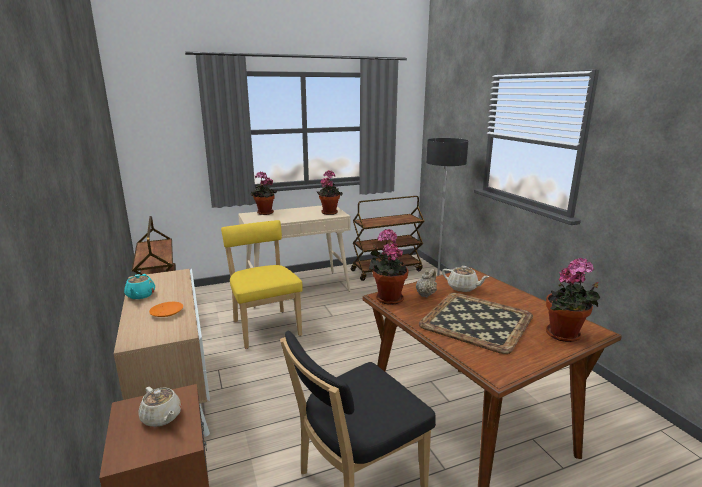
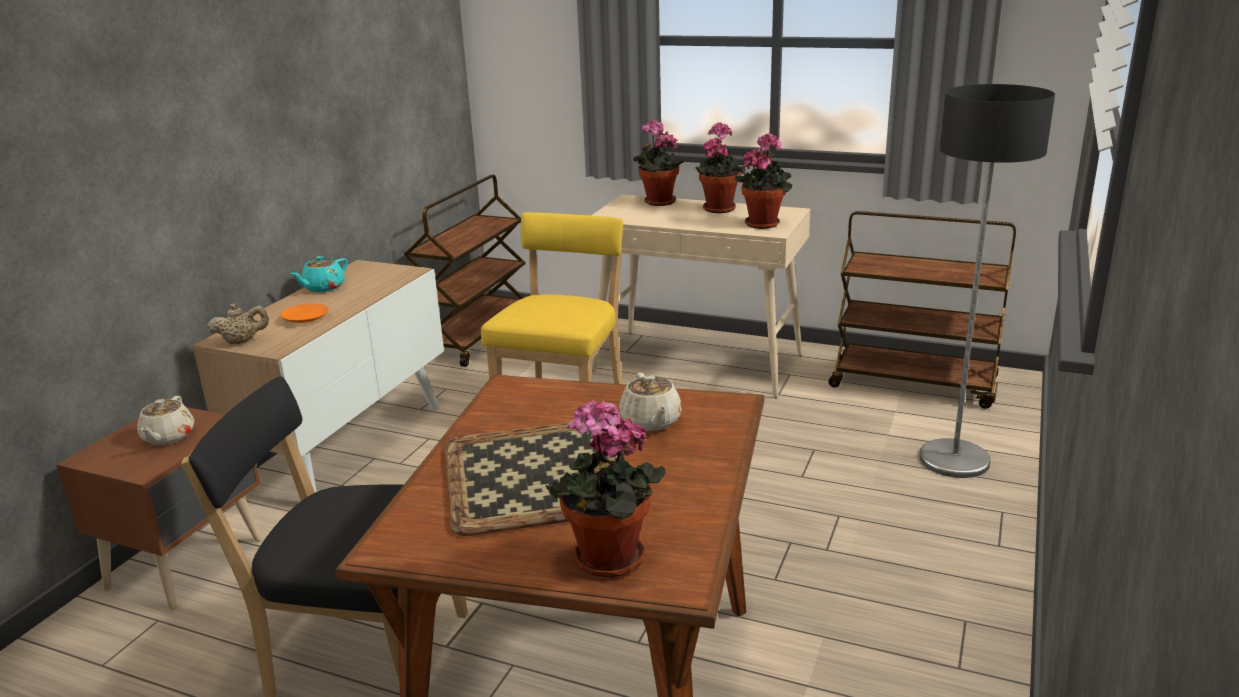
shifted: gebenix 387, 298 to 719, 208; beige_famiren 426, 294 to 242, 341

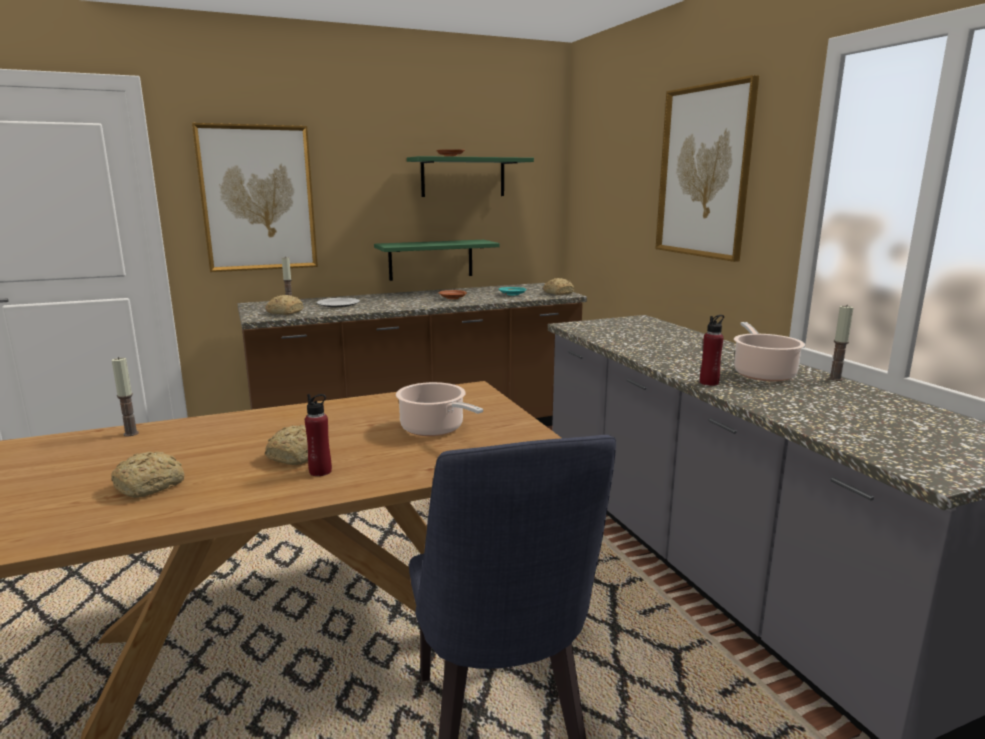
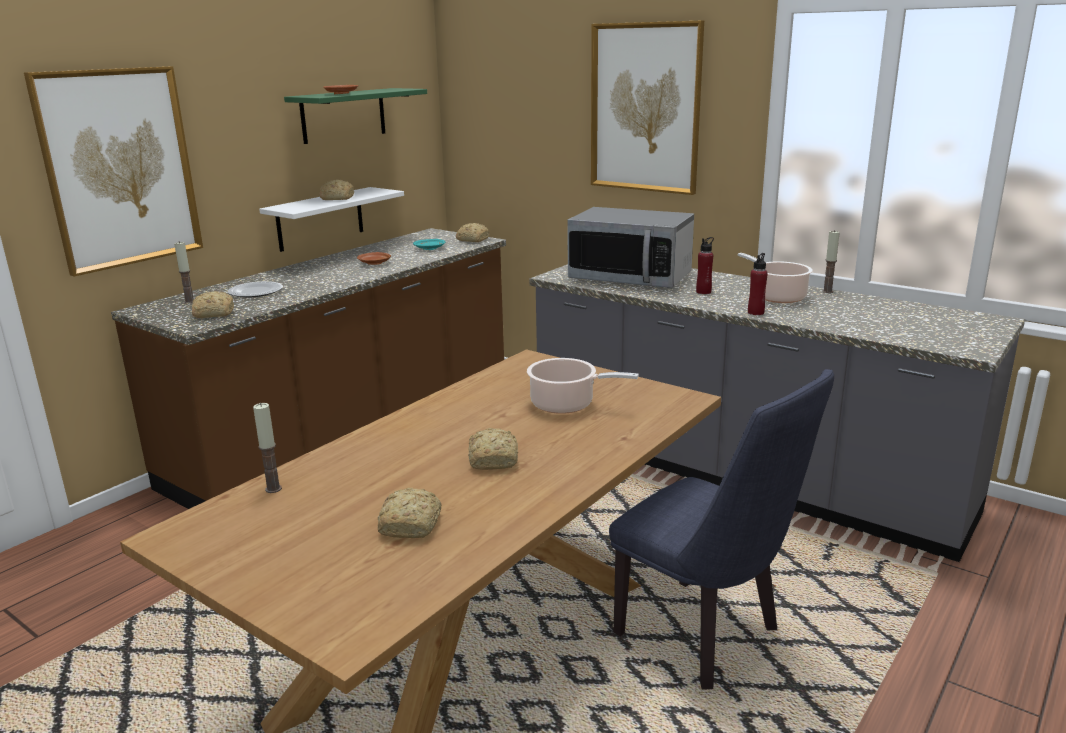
new: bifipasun 336, 198; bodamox 630, 278
shifted: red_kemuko 320, 471 to 703, 292
repainted: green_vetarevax 431, 259 to white_vetarevax 320, 219

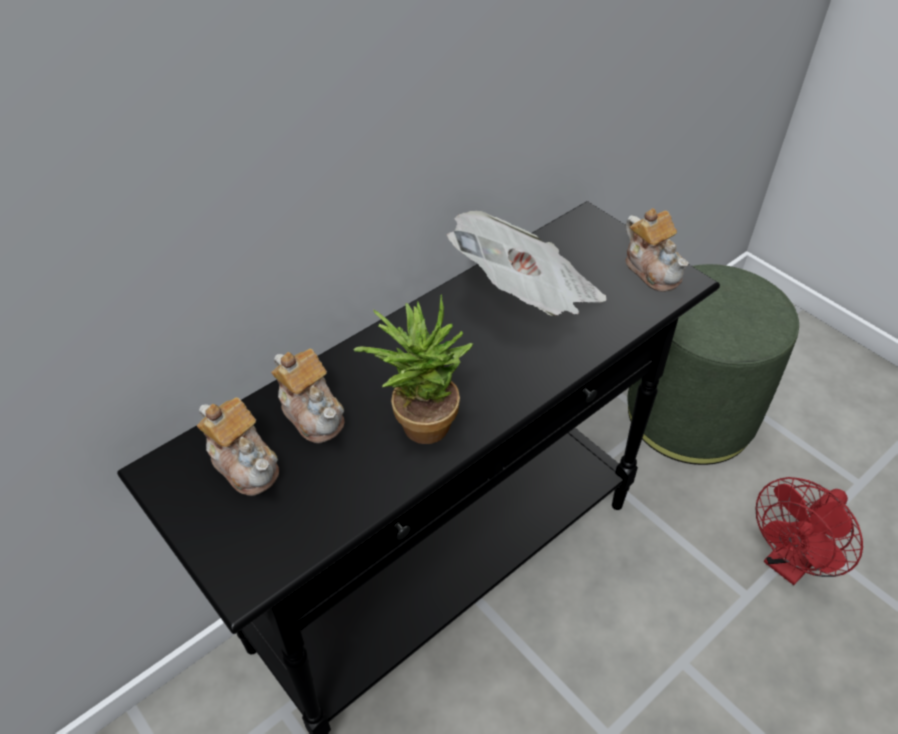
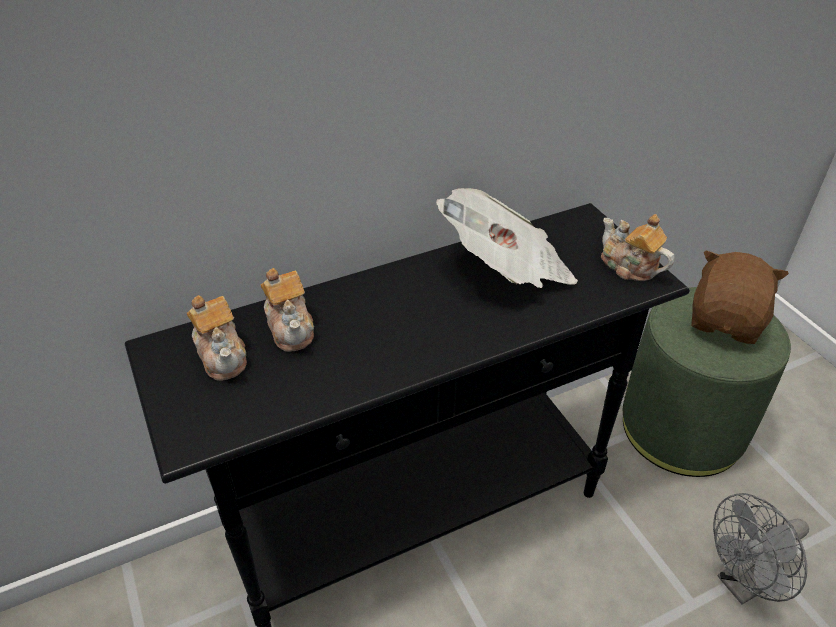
gone: gebenix 419, 420
new: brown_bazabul 726, 321
repainted: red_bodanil 789, 564 to grey_bodanil 743, 584
rotated: famiren 652, 269 = 629, 266 150 degrees clockwise

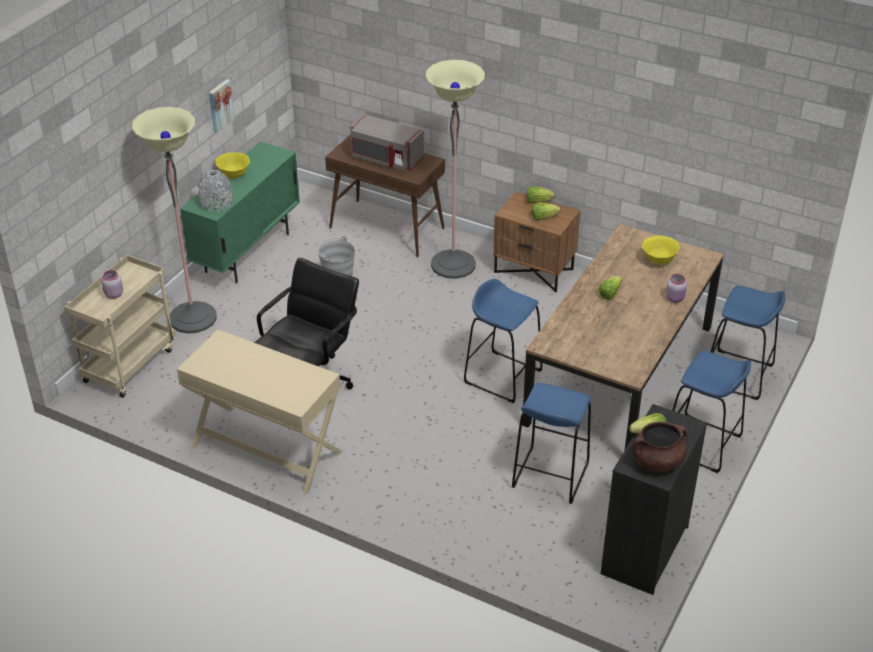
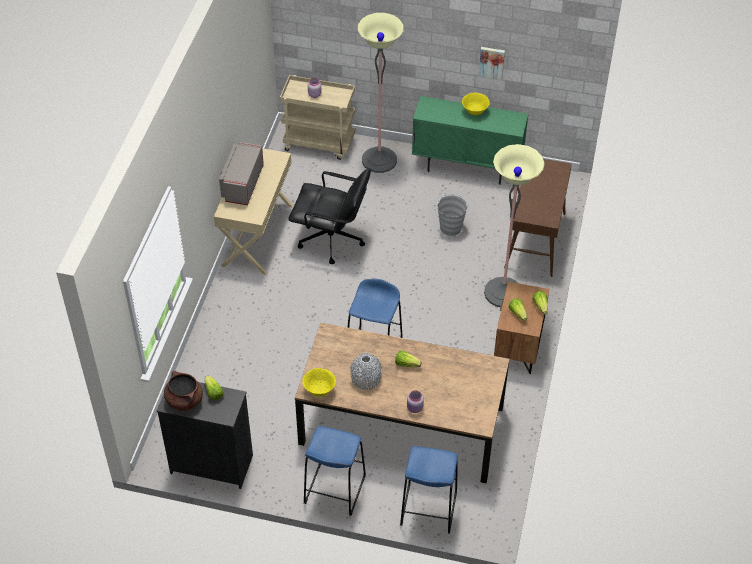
gone: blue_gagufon 550, 475
shifted: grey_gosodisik 216, 203 to 366, 378; grey_bodamox 386, 159 to 242, 184; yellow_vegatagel 659, 260 to 319, 390

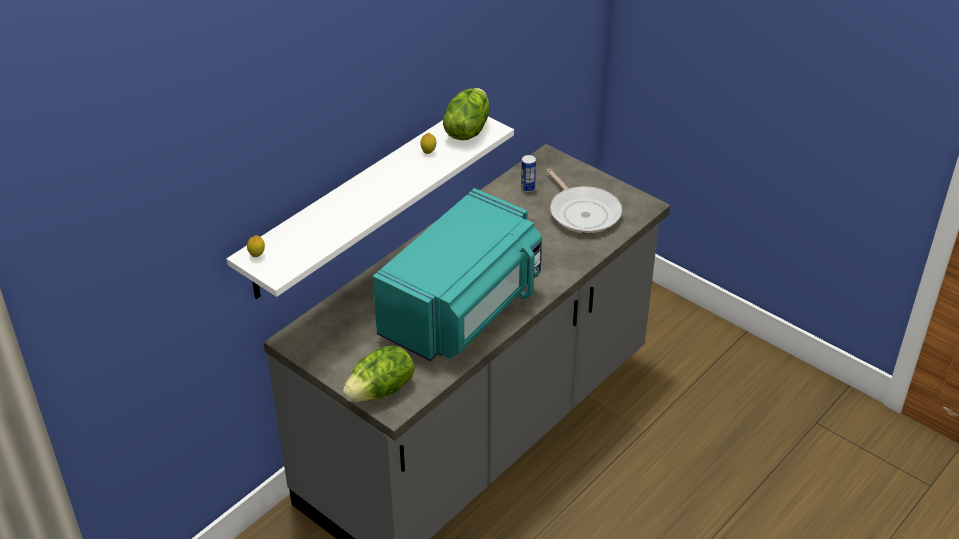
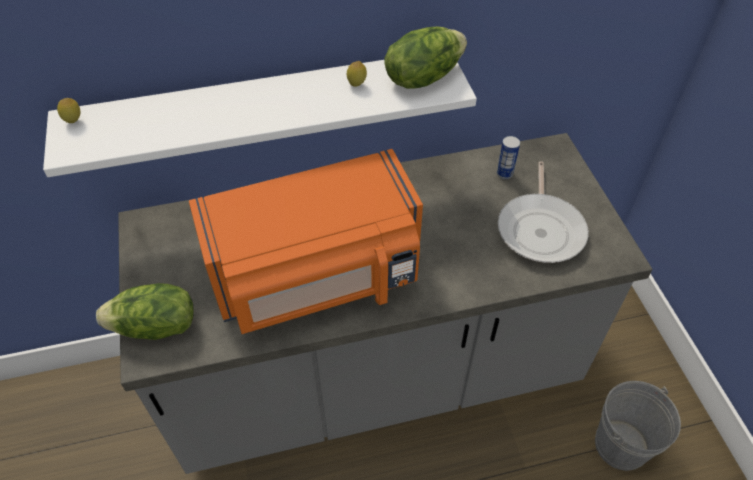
new: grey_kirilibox 621, 445
repainted: turquoise_bodamox 463, 310 to orange_bodamox 317, 278

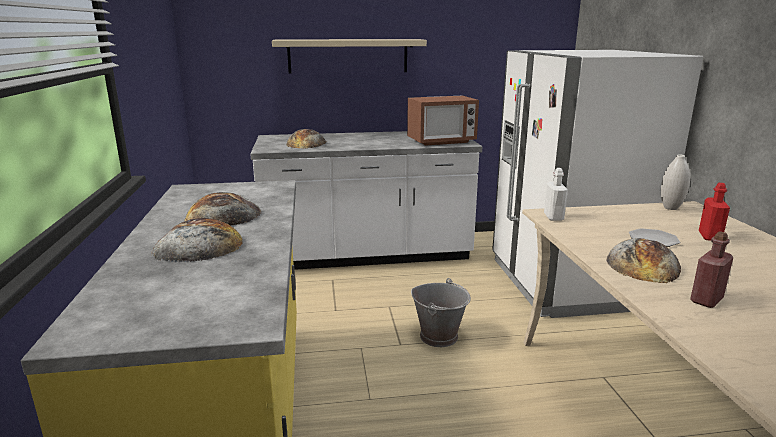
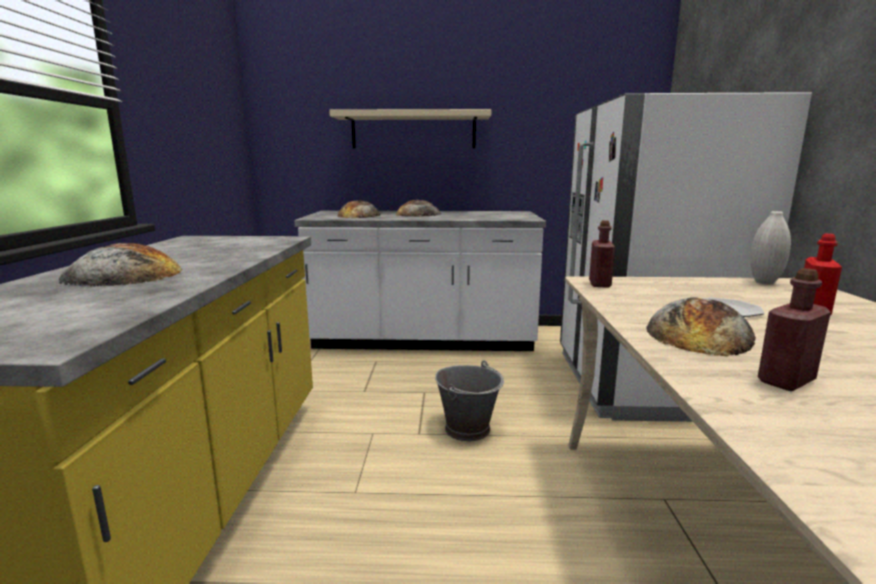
gone: bodamox 441, 141
shifted: bifipasun 223, 216 to 418, 214
repainted: white_kemuko 553, 217 to red_kemuko 599, 284

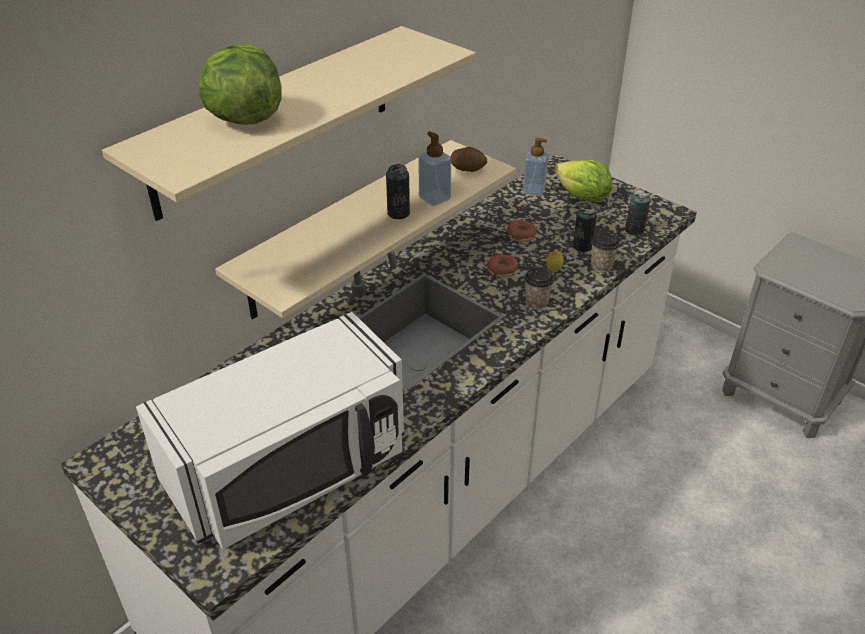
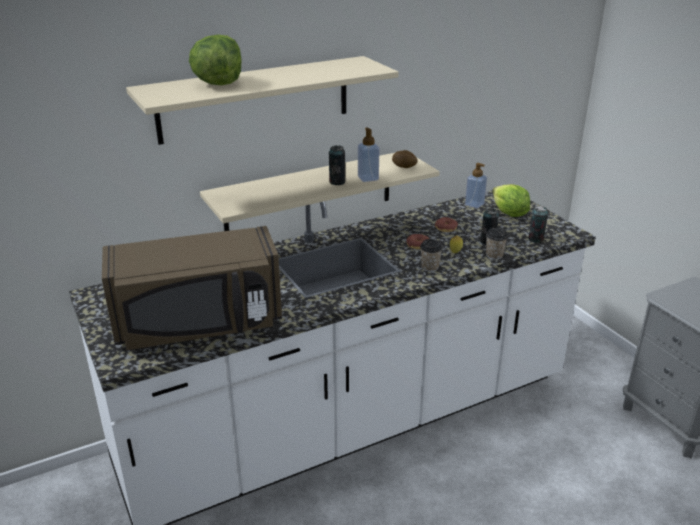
repainted: white_bodamox 291, 470 to brown_bodamox 199, 323

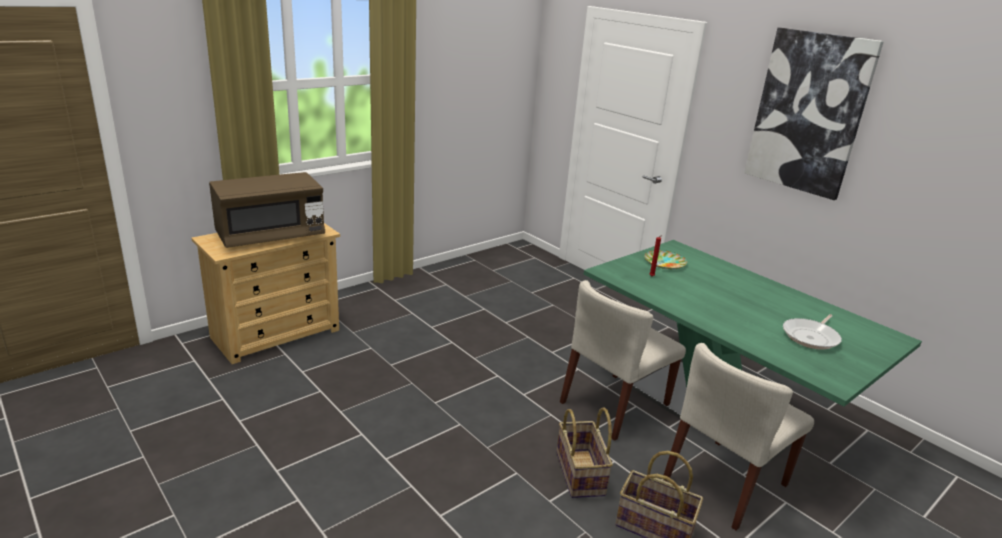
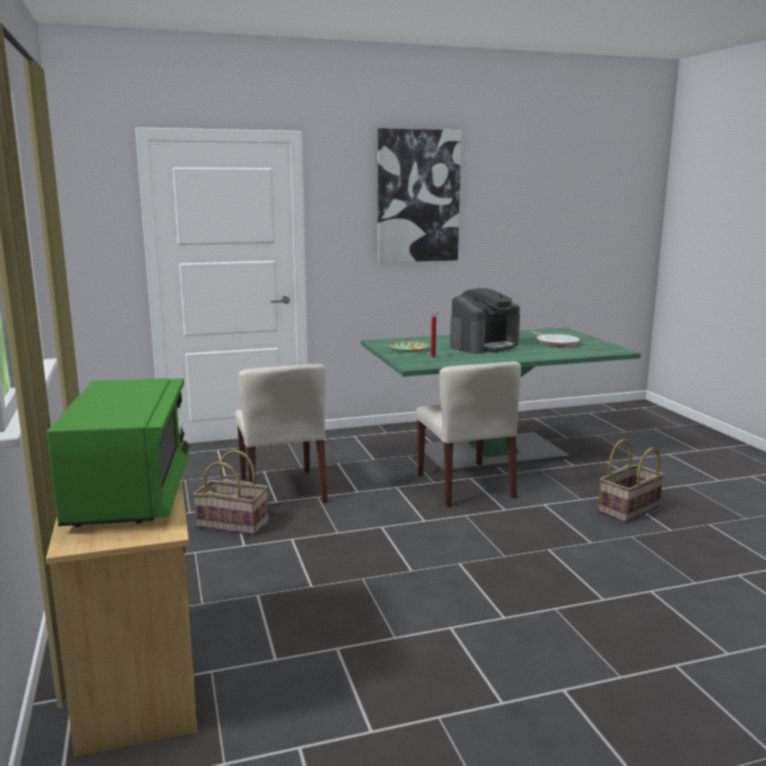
new: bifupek 484, 345
shifted: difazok 581, 474 to 233, 524; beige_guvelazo 725, 483 to 282, 490
repainted: brown_bodamox 271, 236 to green_bodamox 131, 494

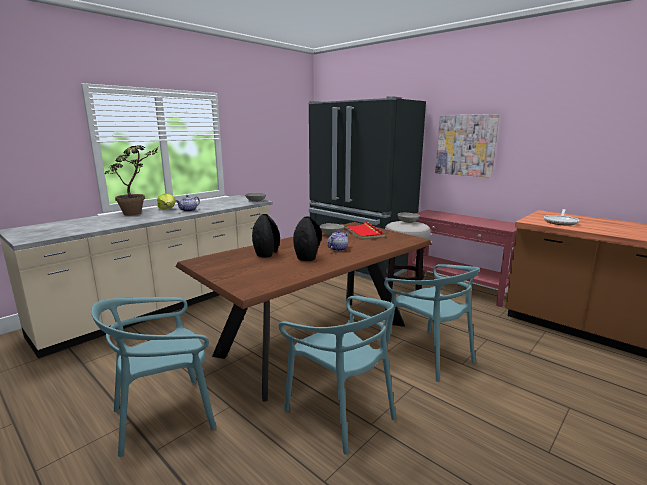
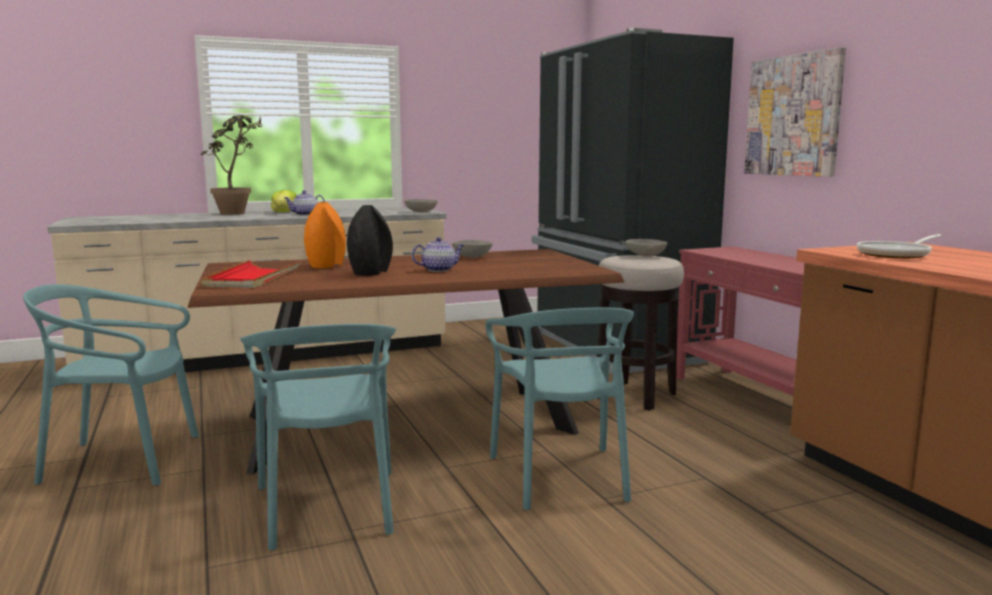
shifted: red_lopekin 362, 232 to 253, 278
repainted: black_gosodisik 266, 254 to orange_gosodisik 327, 266

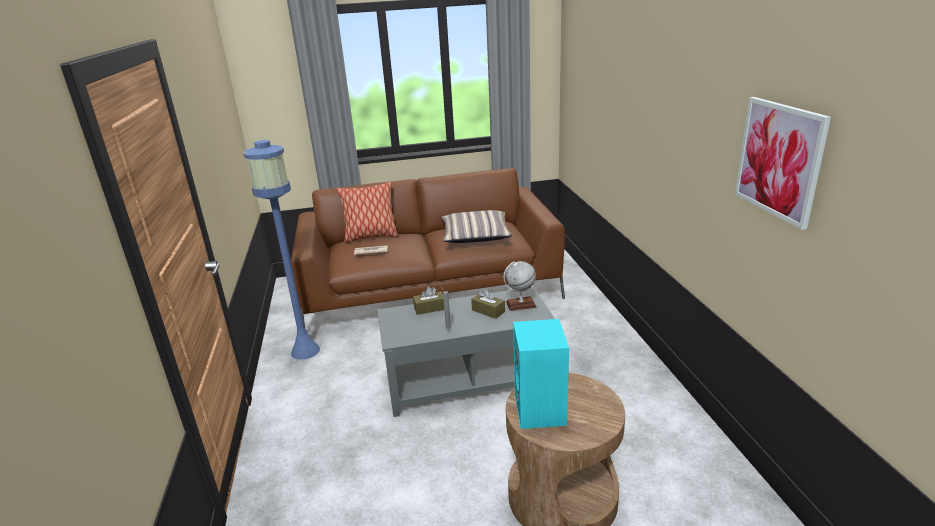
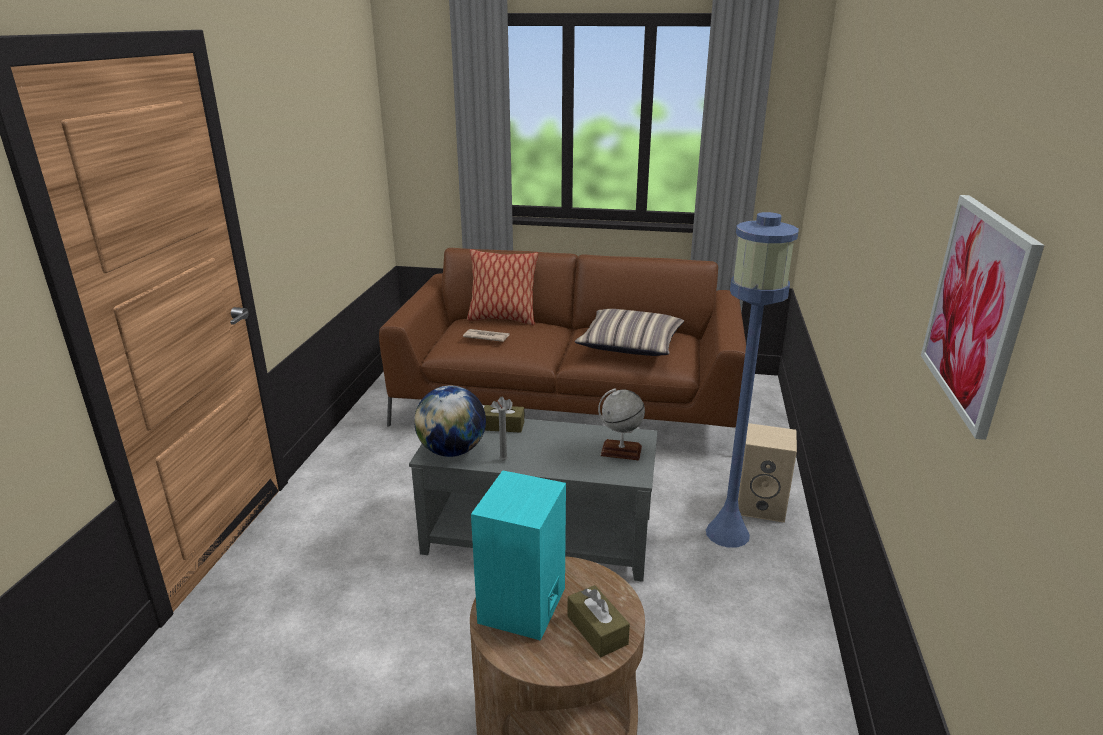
new: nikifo 452, 451; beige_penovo 762, 506
shifted: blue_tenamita 306, 351 to 728, 533; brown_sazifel 488, 311 to 597, 630

